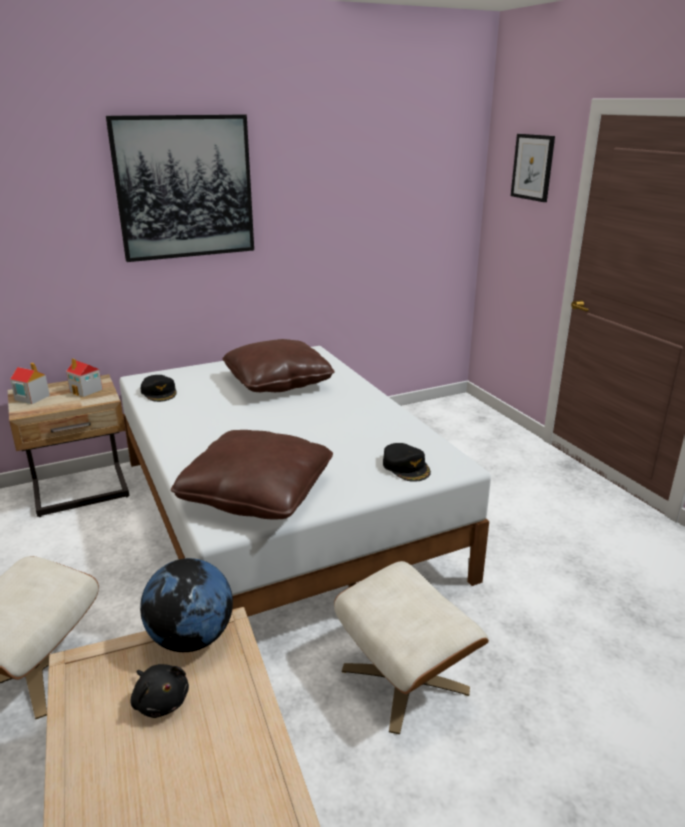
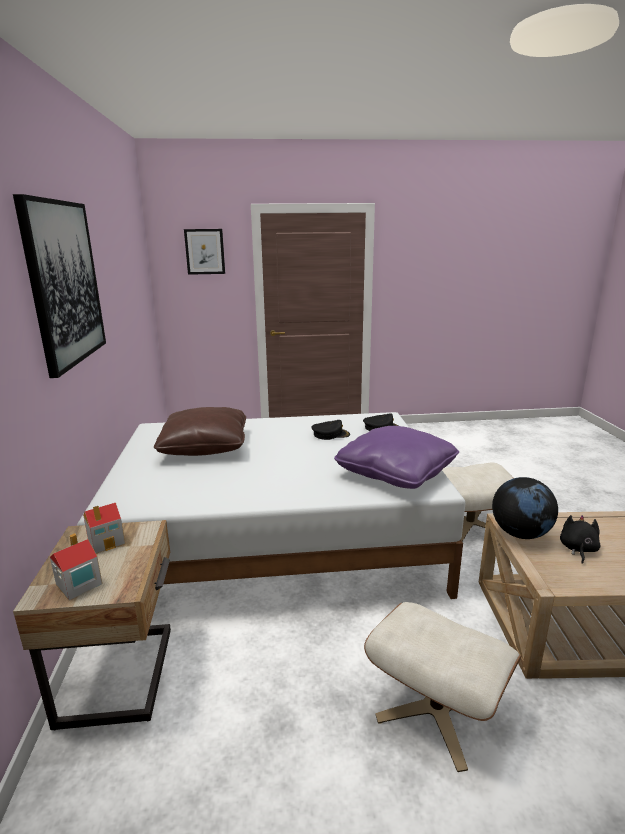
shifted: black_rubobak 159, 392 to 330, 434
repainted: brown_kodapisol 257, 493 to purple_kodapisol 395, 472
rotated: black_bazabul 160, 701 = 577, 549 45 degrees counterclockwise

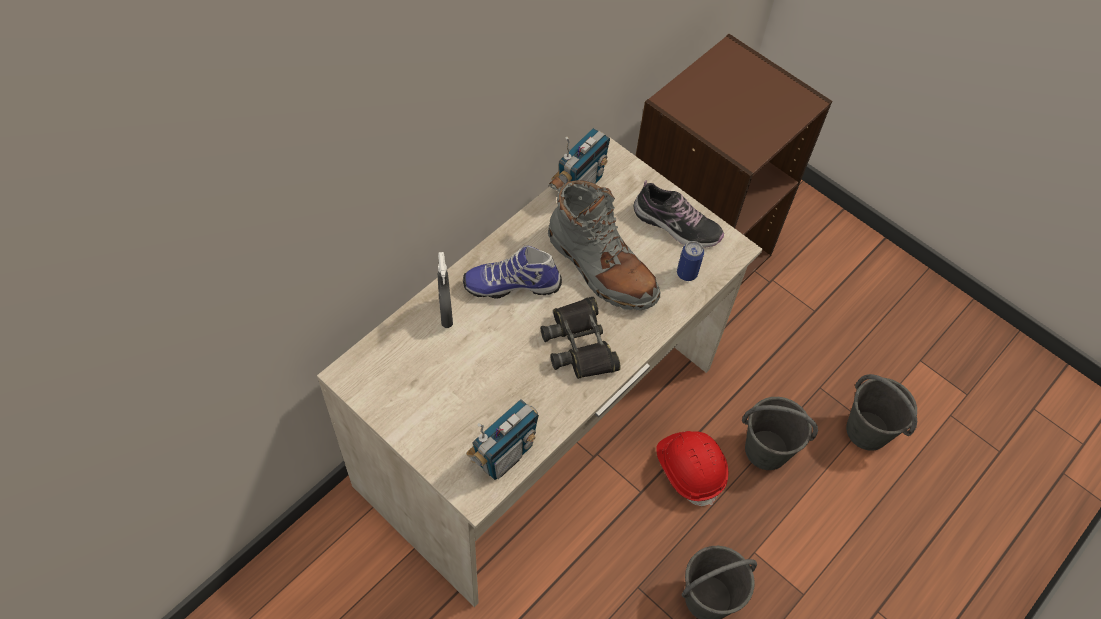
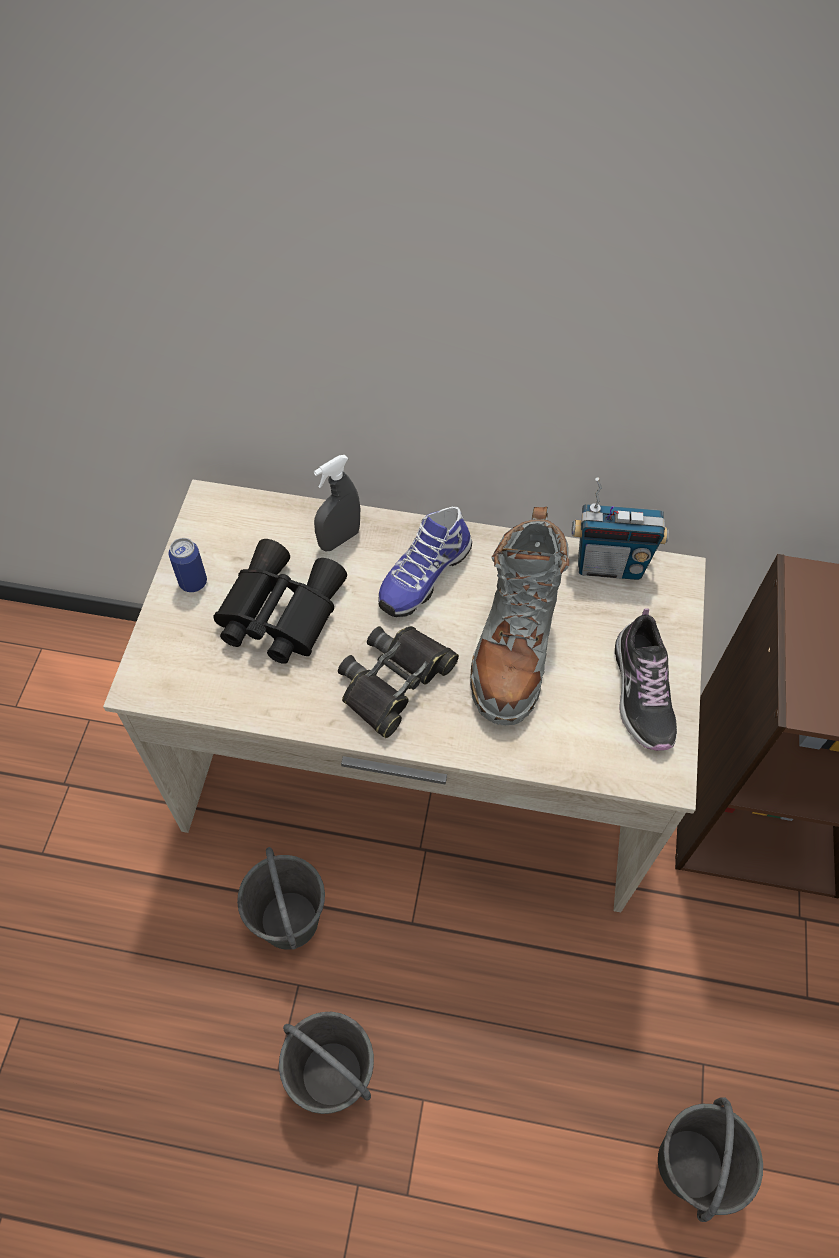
gone: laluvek 504, 455; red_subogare 690, 469
new: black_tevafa 277, 612
shifted: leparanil 687, 273 to 193, 582; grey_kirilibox 767, 450 to 289, 921
rotated: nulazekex 512, 283 = 423, 575 105 degrees counterclockwise

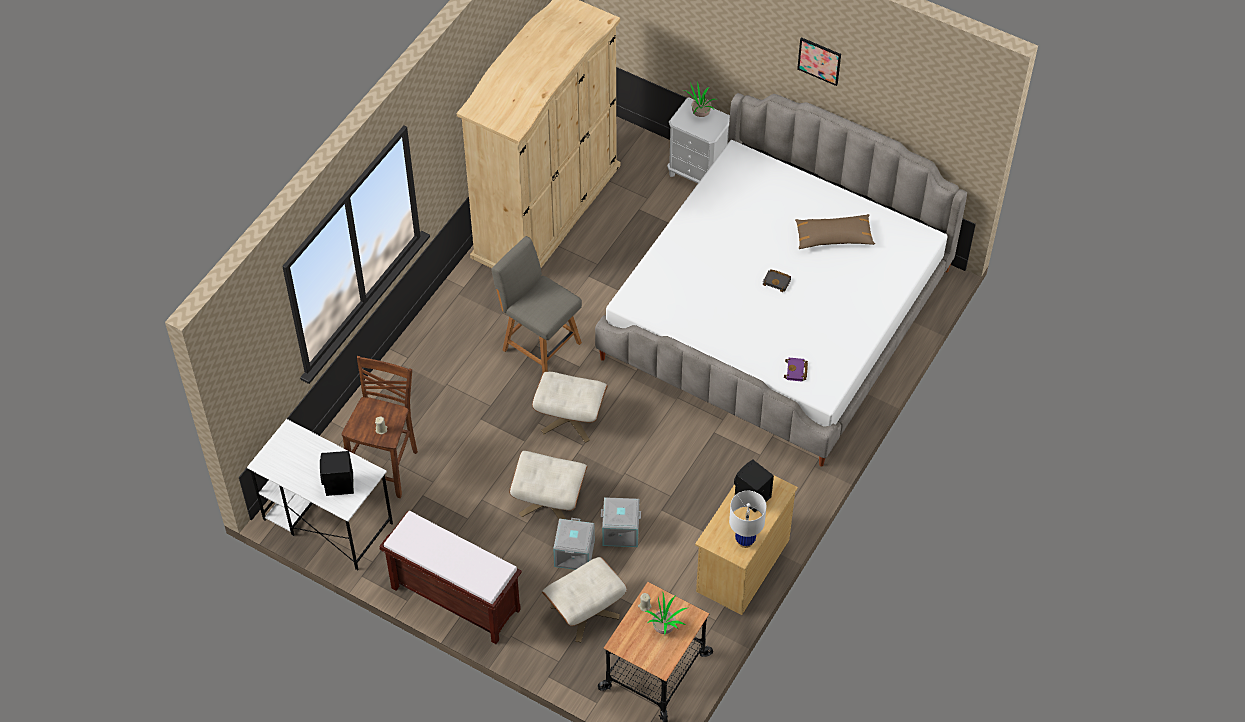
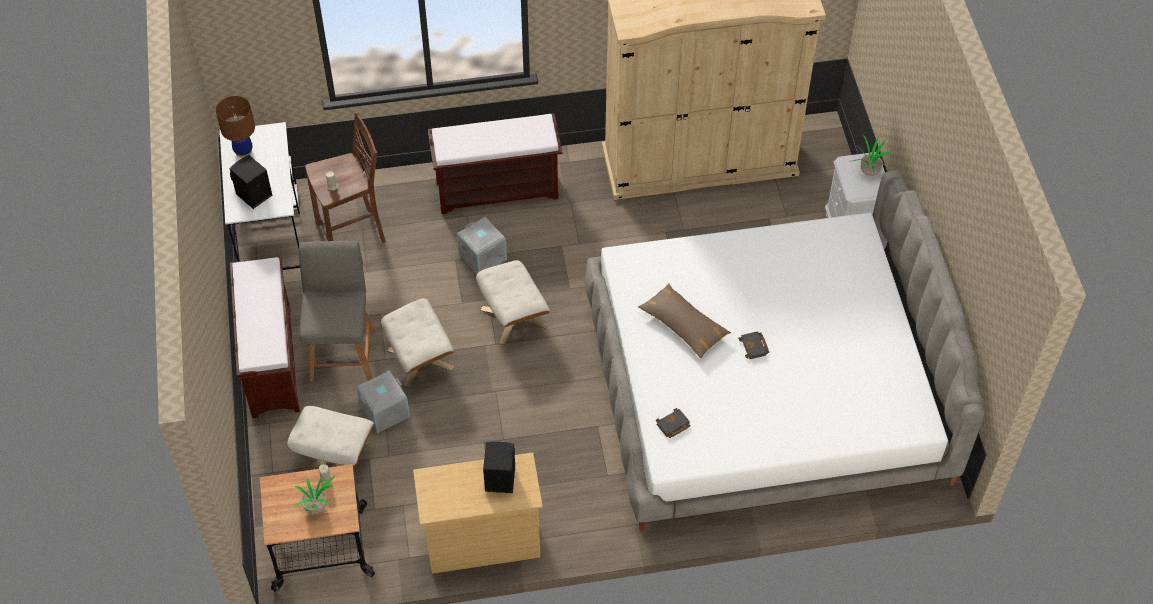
gone: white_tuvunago 745, 540; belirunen 819, 61
new: brown_tuvunago 243, 151; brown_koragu 498, 189
shifted: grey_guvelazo 539, 345 to 342, 352; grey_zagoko 621, 530 to 483, 256; brown_kodapisol 833, 237 to 683, 325
repainted: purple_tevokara 796, 371 to black_tevokara 672, 425

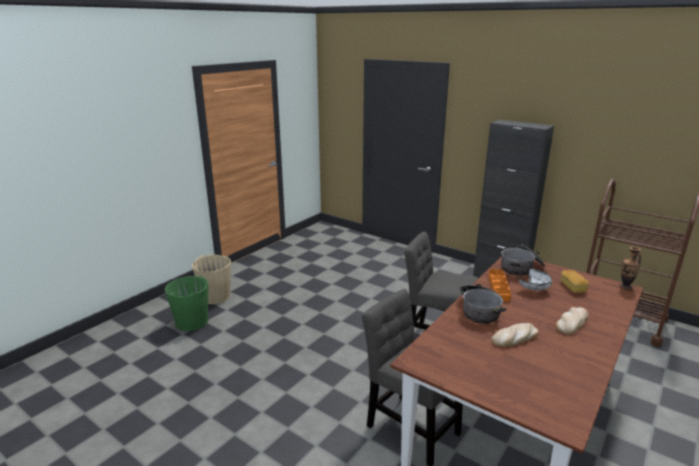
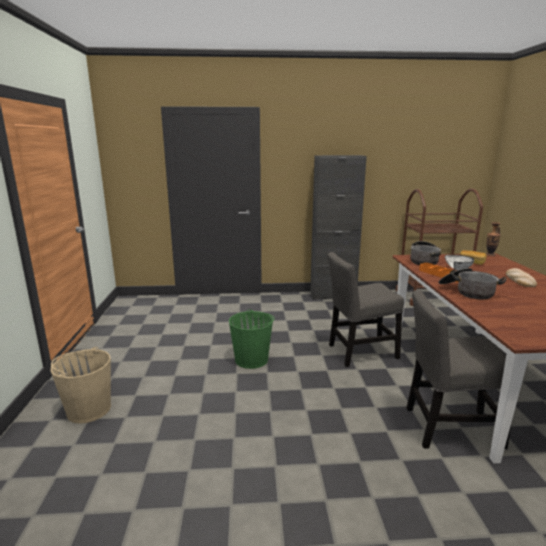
gone: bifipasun 514, 338
shifted: green_kirilibox 192, 322 to 252, 359

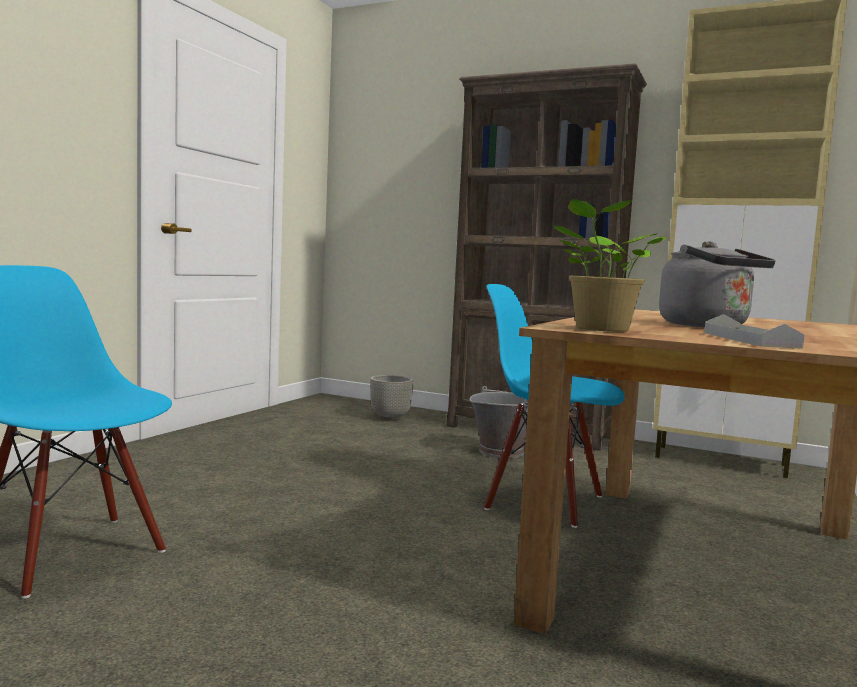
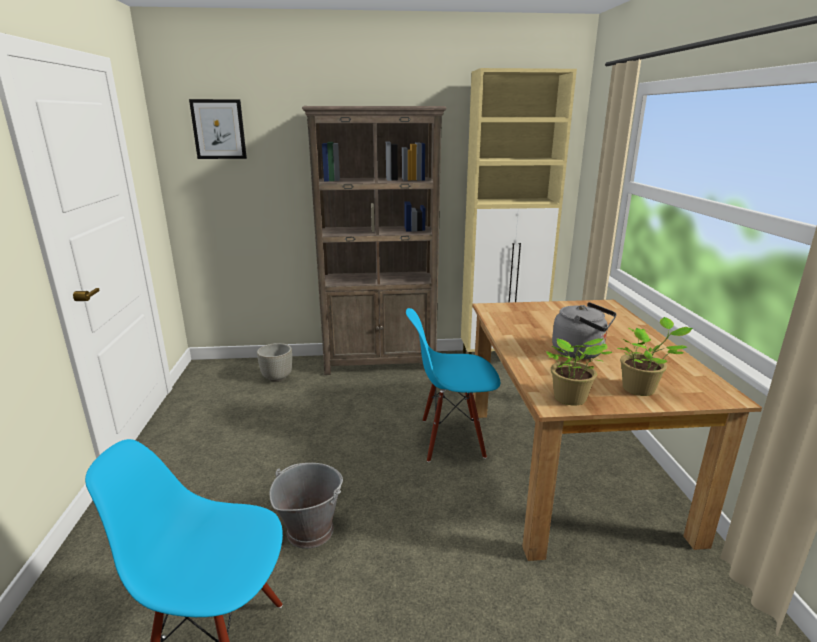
new: belirunen 219, 129
shifted: grey_kirilibox 501, 451 to 310, 530
swapped: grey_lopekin 749, 340 to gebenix 641, 389

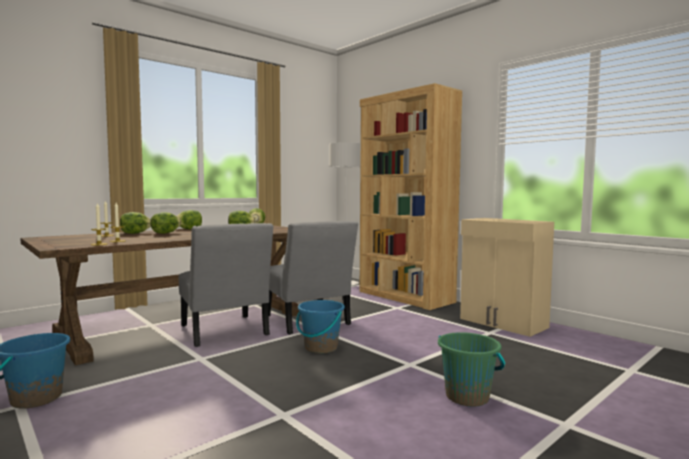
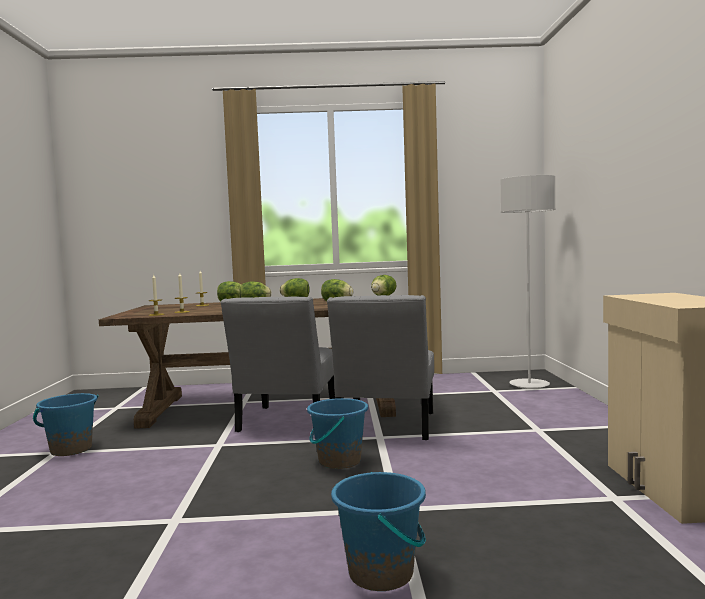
gone: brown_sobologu 405, 297
repainted: green_kirilibox 467, 396 to blue_kirilibox 381, 573

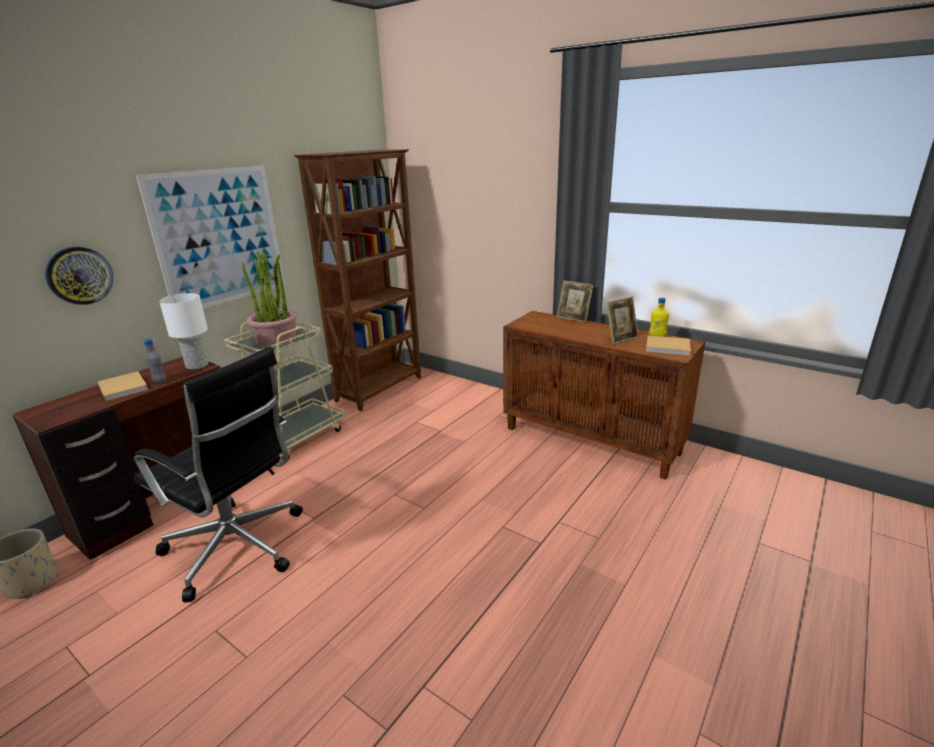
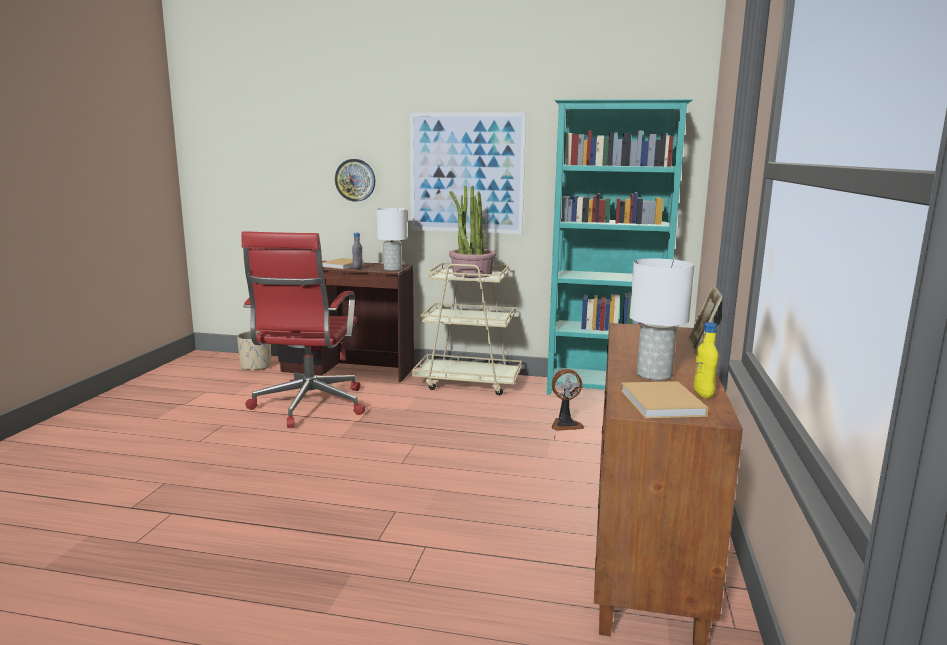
new: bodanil 565, 424
swapped: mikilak 621, 339 to white_tuvunago 655, 375
repainted: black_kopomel 238, 548 to red_kopomel 308, 406; brown_sobologu 380, 389 to turquoise_sobologu 604, 391

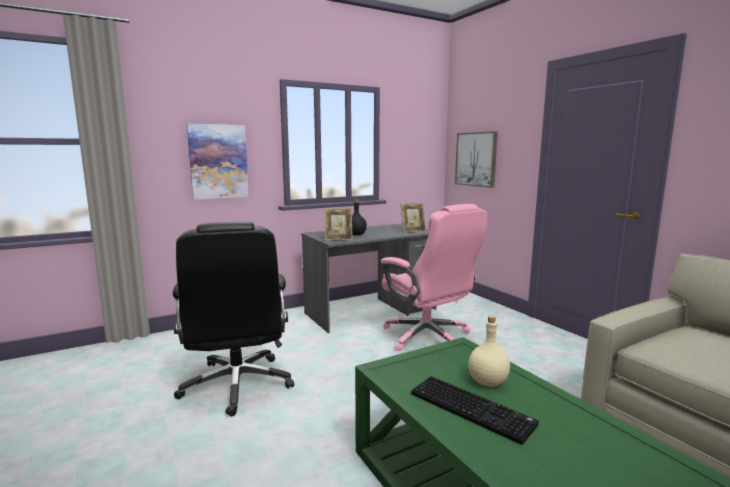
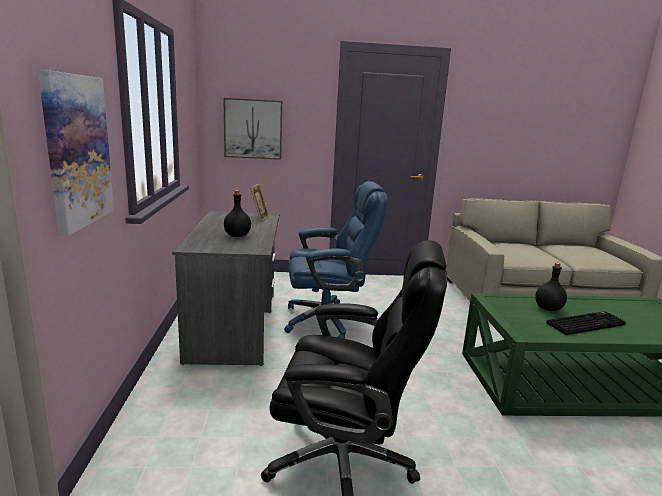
gone: mikilak 338, 239
repainted: pink_kopomel 428, 337 to blue_kopomel 328, 320; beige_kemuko 487, 382 to black_kemuko 547, 309

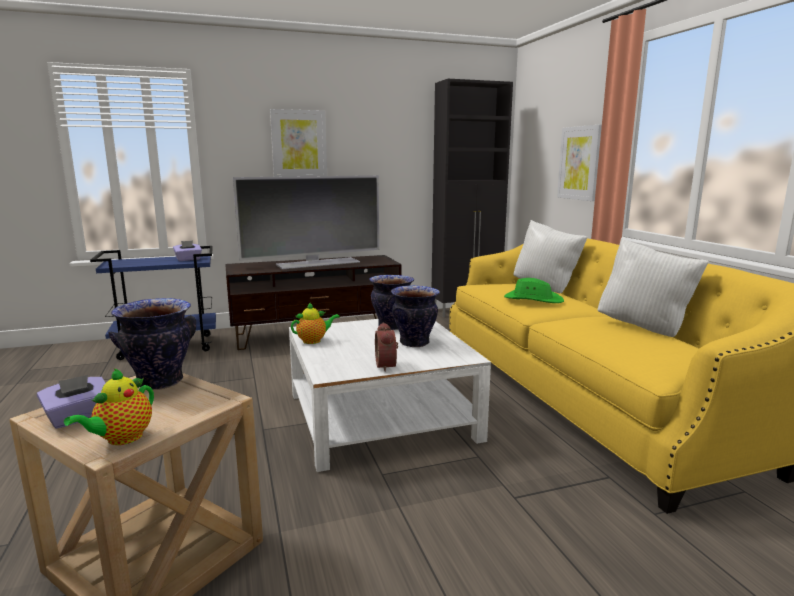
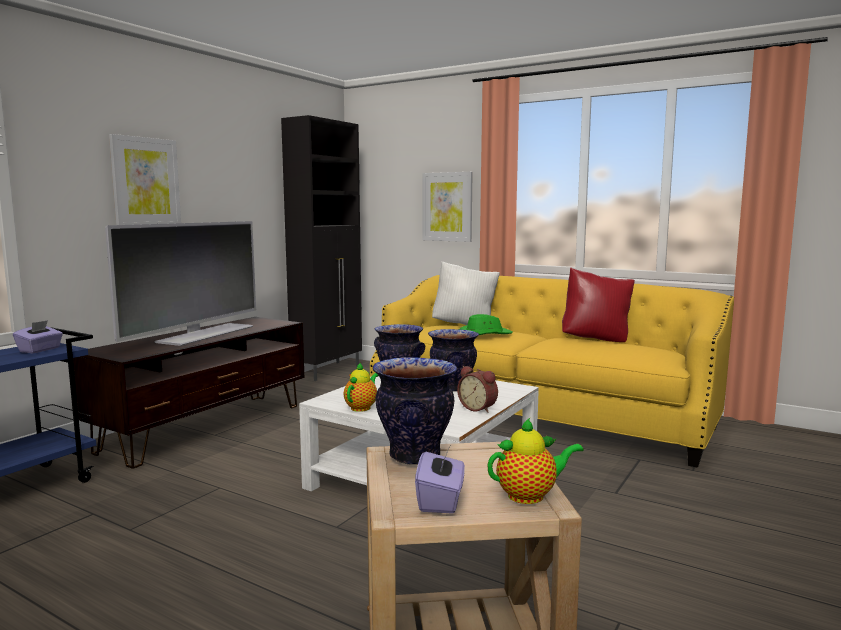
repainted: white_kodapisol 644, 327 to red_kodapisol 596, 340
rotated: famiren 121, 439 = 530, 496 90 degrees counterclockwise

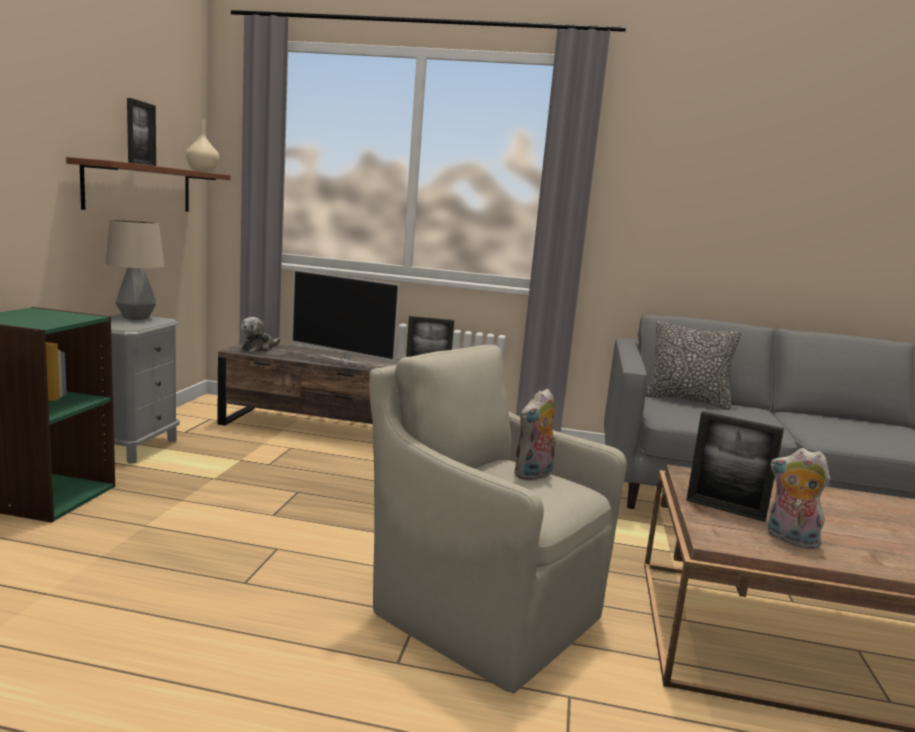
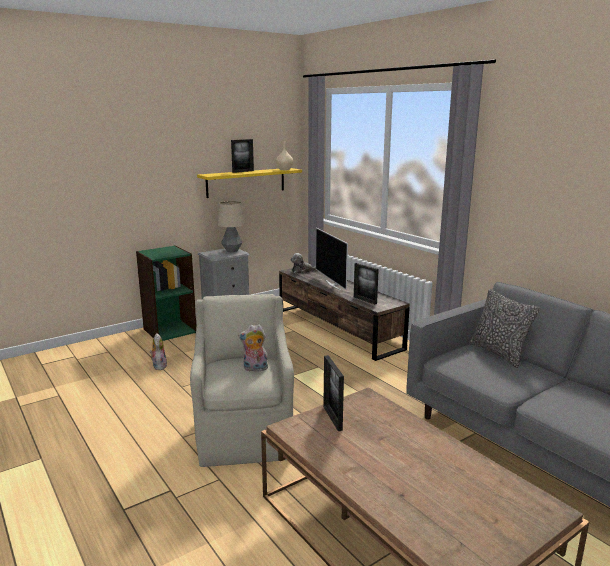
shifted: bazabul 789, 540 to 159, 366
repainted: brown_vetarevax 140, 188 to yellow_vetarevax 246, 182

